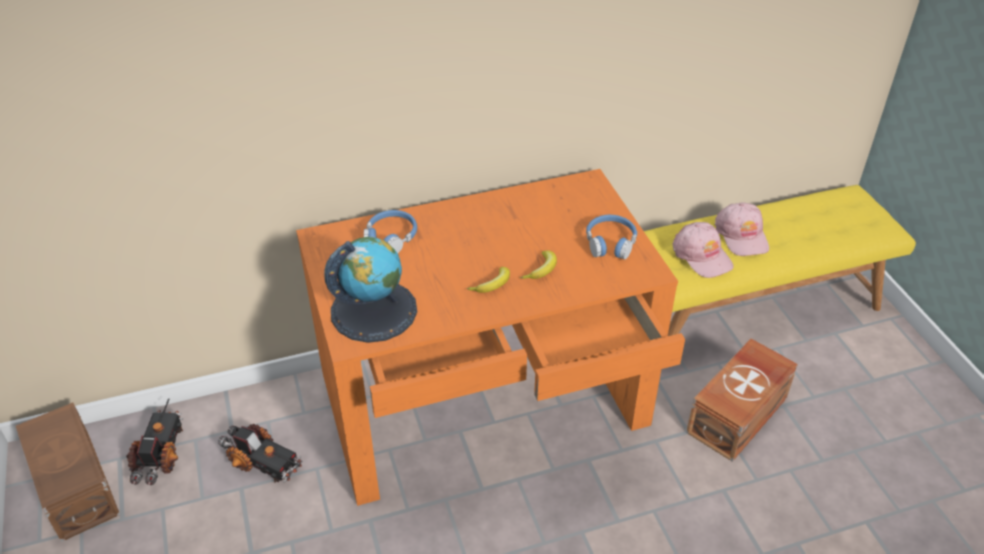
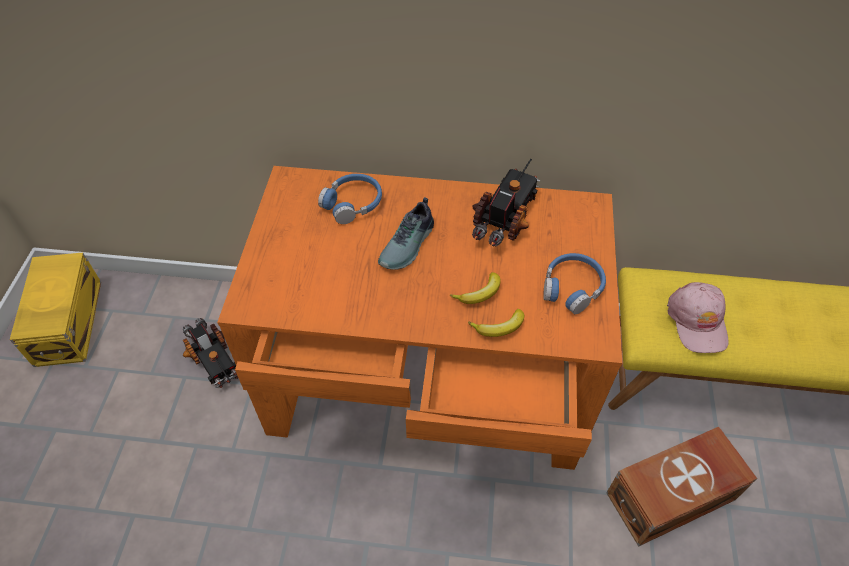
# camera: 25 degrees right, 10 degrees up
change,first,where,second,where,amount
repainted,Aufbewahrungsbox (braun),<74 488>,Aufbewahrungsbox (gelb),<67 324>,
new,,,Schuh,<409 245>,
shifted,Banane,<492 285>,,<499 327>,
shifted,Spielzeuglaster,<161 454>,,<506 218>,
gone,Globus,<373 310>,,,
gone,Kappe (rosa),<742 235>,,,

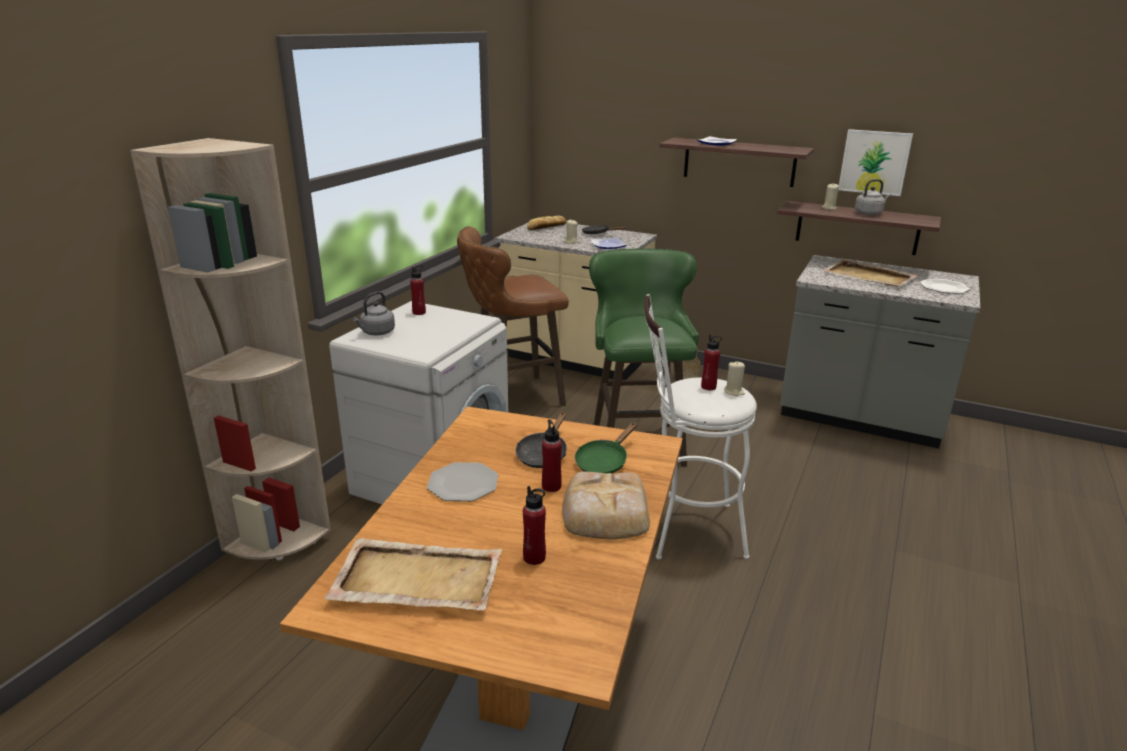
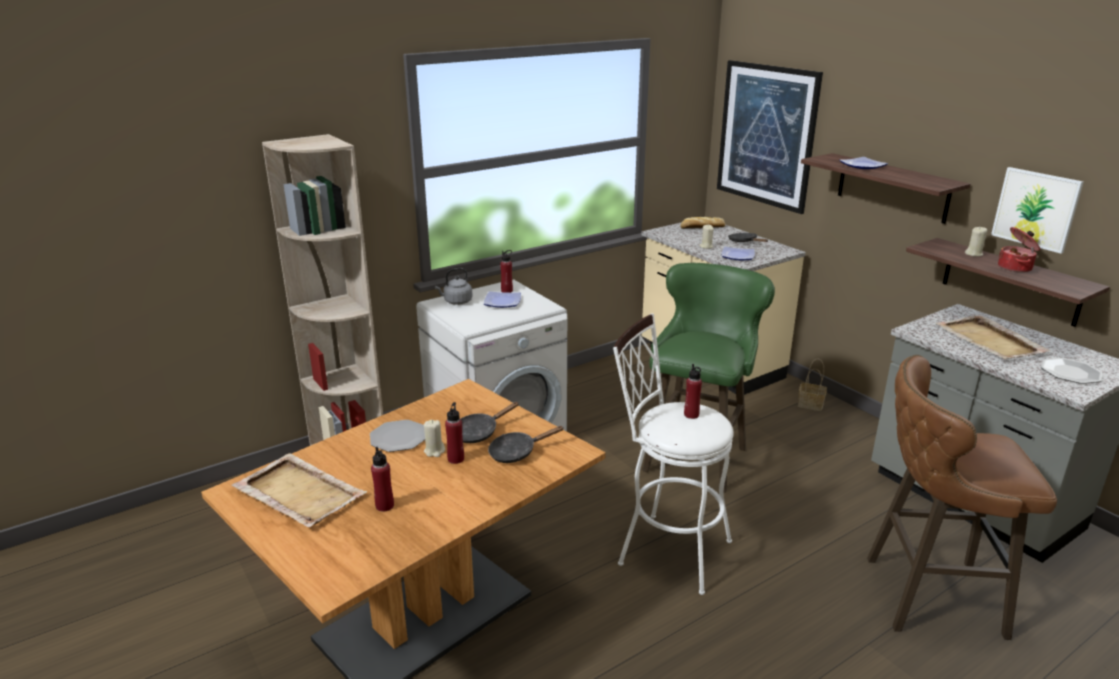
# camera: 30 degrees right, 0 degrees up
change,first,where,second,where,amount
shifted,Kerze (beige),<734 392>,,<434 451>,
new,,,Teller,<503 302>,
repainted,Pfanne (grün),<604 462>,Pfanne (schwarz),<516 452>,
new,,,Bild,<766 135>,
shifted,Hocker (braun),<513 397>,,<927 595>,
swapped,Wasserkessel (grau),<869 213>,Kochtopf,<1015 268>,
gone,Brot,<604 513>,,,

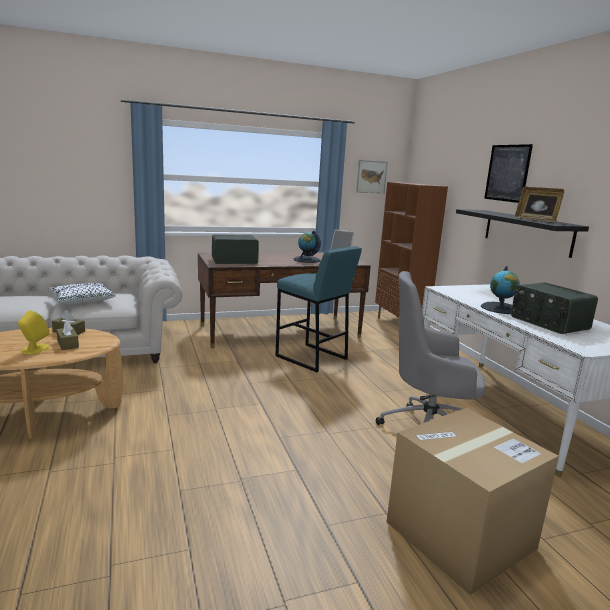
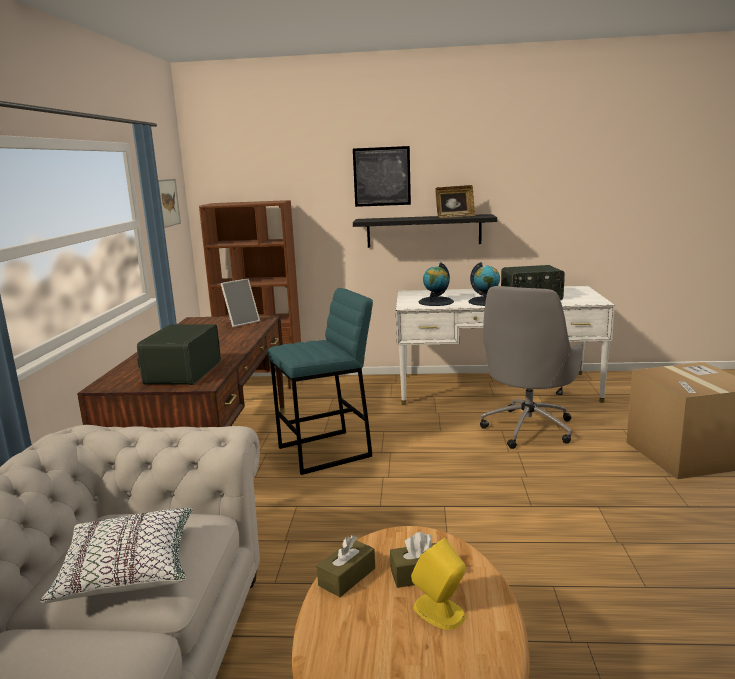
# camera: 65 degrees left, 0 degrees up
change,first,where,second,where,amount
shifted,Globus,<307 260>,,<436 302>,

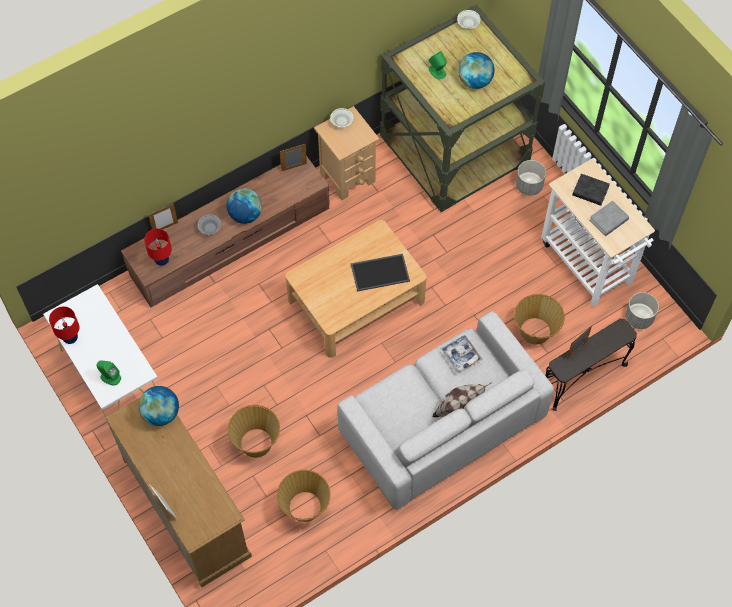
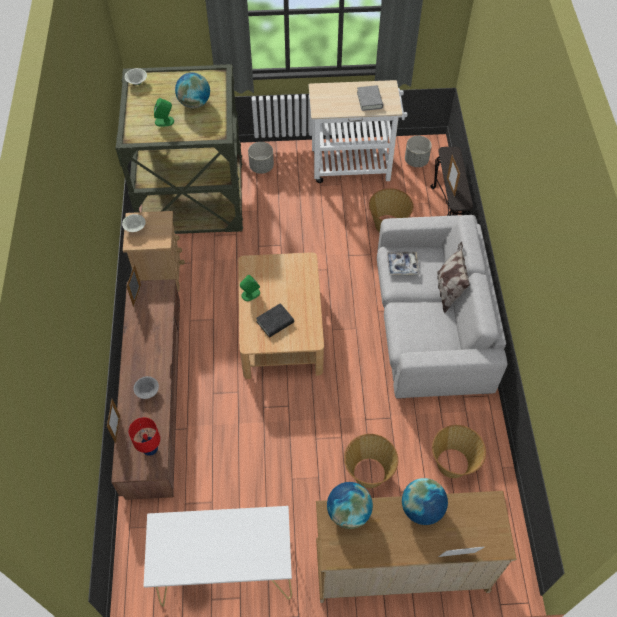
# camera: 60 degrees left, 5 degrees down
change,first,where,second,where,amount
shifted,Lautsprecher (grün),<110 377>,,<250 294>,
shifted,Buch (schwarz),<590 191>,,<275 322>,
shifted,Globus,<245 215>,,<421 509>,
gone,Tischlampe (rot),<71 339>,,,
gone,Tablett,<380 272>,,,

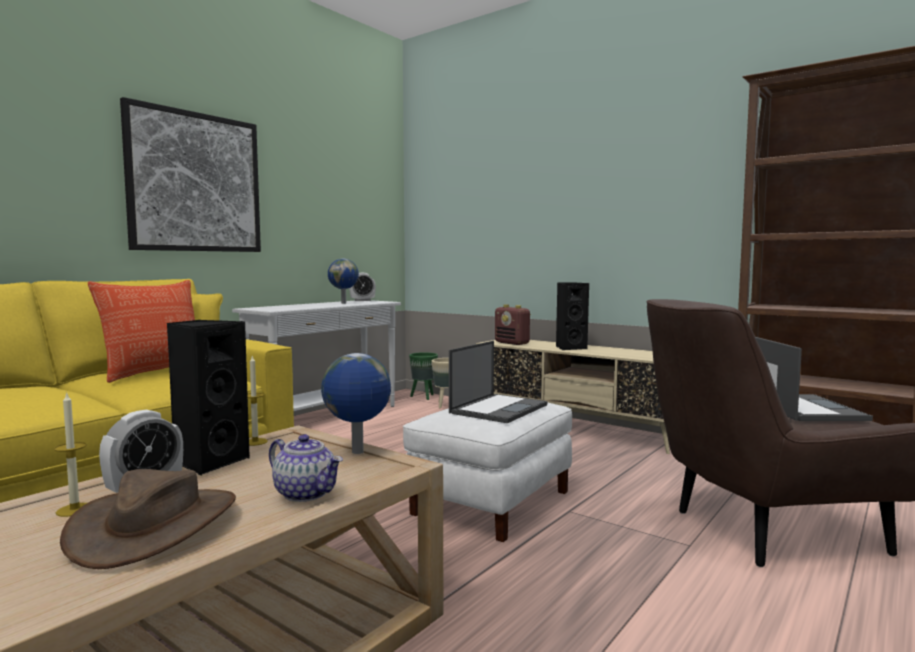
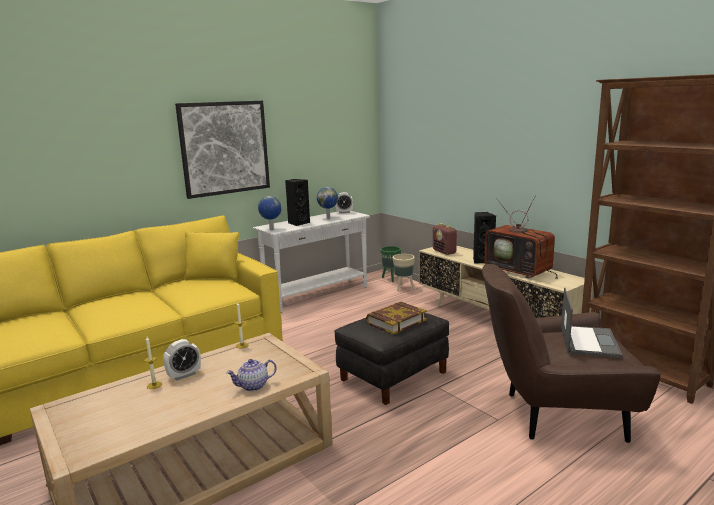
# camera: 15 degrees right, 10 degrees up
change,first,where,second,where,amount
rotated,Teekanne,<306 493>,,<253 386>,105 degrees clockwise
shifted,Globus,<357 452>,,<271 229>,
shifted,Lautsprecher (schwarz),<209 462>,,<298 223>,
repainted,Polsterhocker (weiß),<491 502>,Polsterhocker (schwarz),<393 375>,
swapped,Laptop,<499 408>,Buch,<396 321>,
new,,,Fernseher,<520 271>,
gone,Hut (braun),<154 525>,,,
gone,Kissen (orange),<155 373>,,,

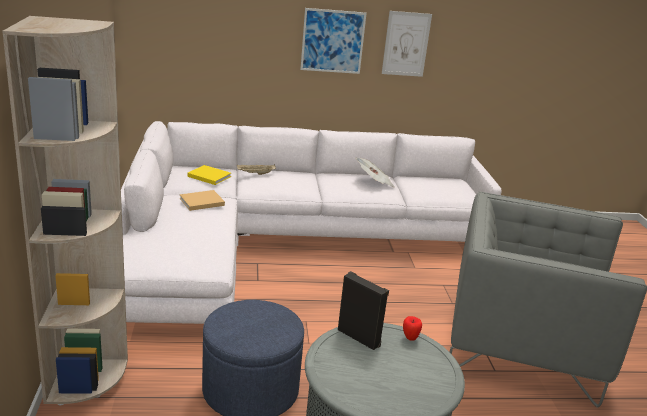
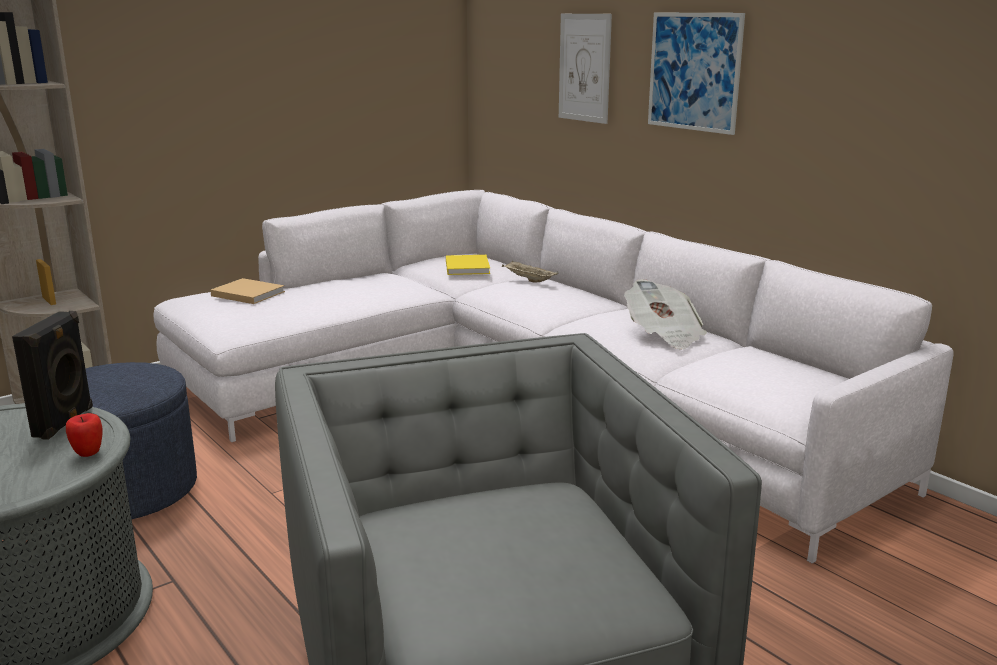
# camera: 60 degrees right, 5 degrees down
change,first,where,second,where,amount
shifted,Buch (beige),<200 202>,,<246 293>,
shifted,Bild,<406 44>,,<584 68>,

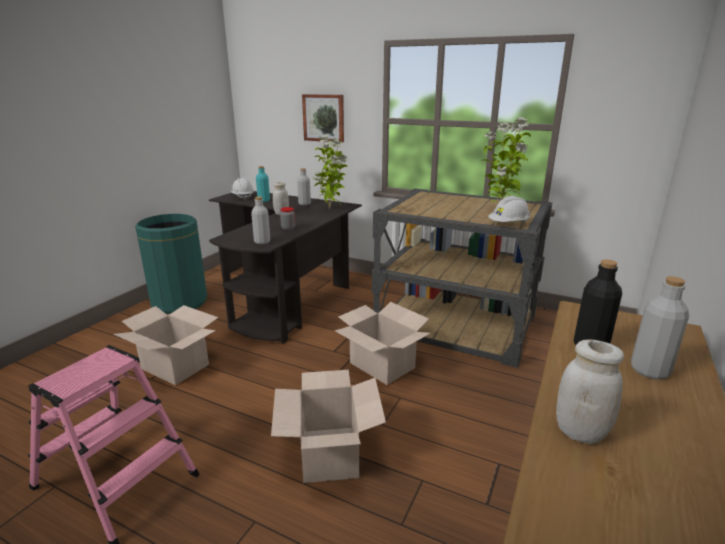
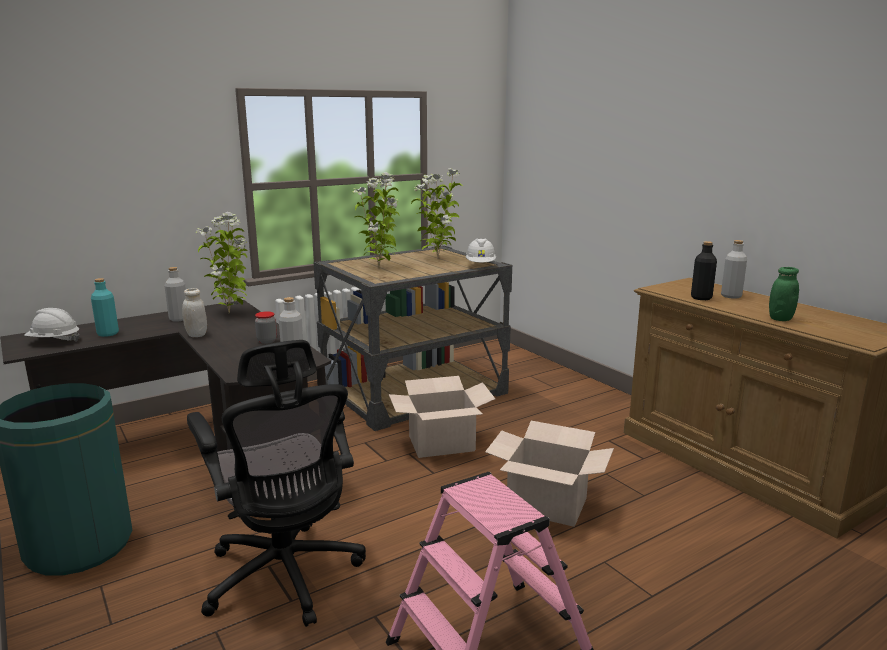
# camera: 60 degrees left, 5 degrees down
change,first,where,second,where,amount
swapped,Karton,<174 367>,Bürostuhl,<284 575>,
new,,,Topfpflanze,<380 267>,
repainted,Vorratsglas (weiß),<580 432>,Vorratsglas (grün),<780 319>,
gone,Bild,<324 118>,,,

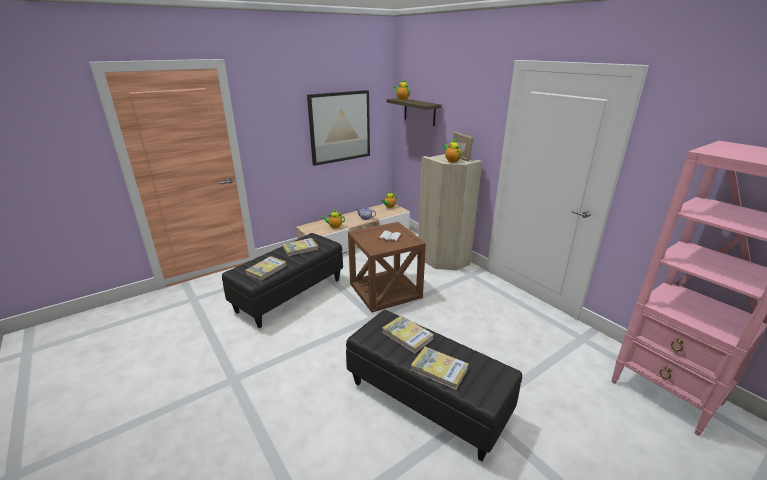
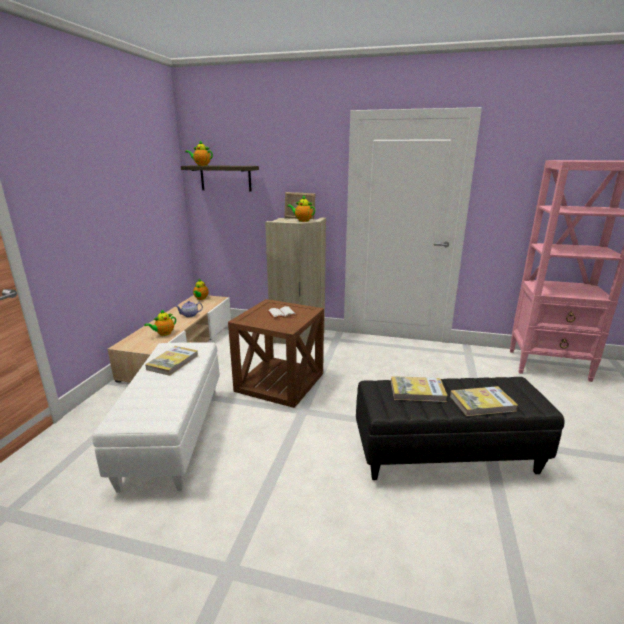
# camera: 40 degrees left, 5 degrees down
change,first,where,second,where,amount
repainted,Polsterhocker (schwarz),<289 295>,Polsterhocker (weiß),<173 435>,
gone,Buch,<266 269>,,,
gone,Bild,<340 127>,,,

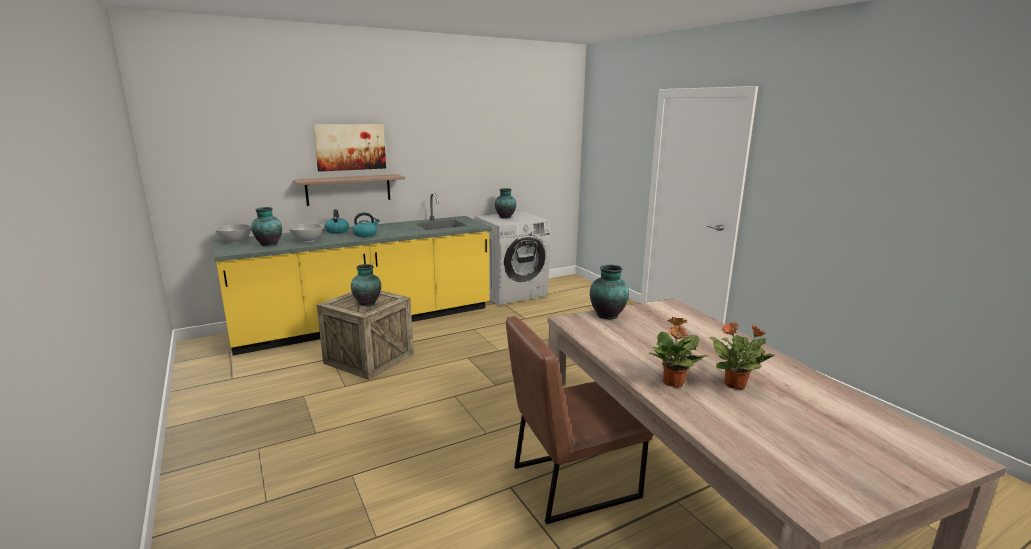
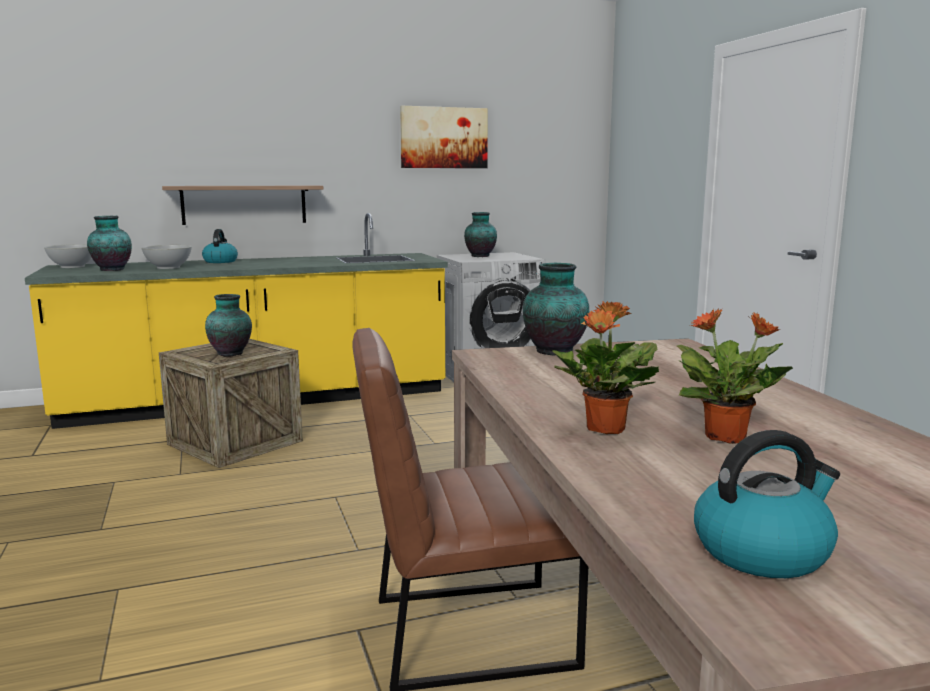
# camera: 10 degrees right, 5 degrees down
change,first,where,second,where,amount
shifted,Bild,<350 147>,,<444 138>,
shifted,Wasserkessel,<365 234>,,<762 551>,

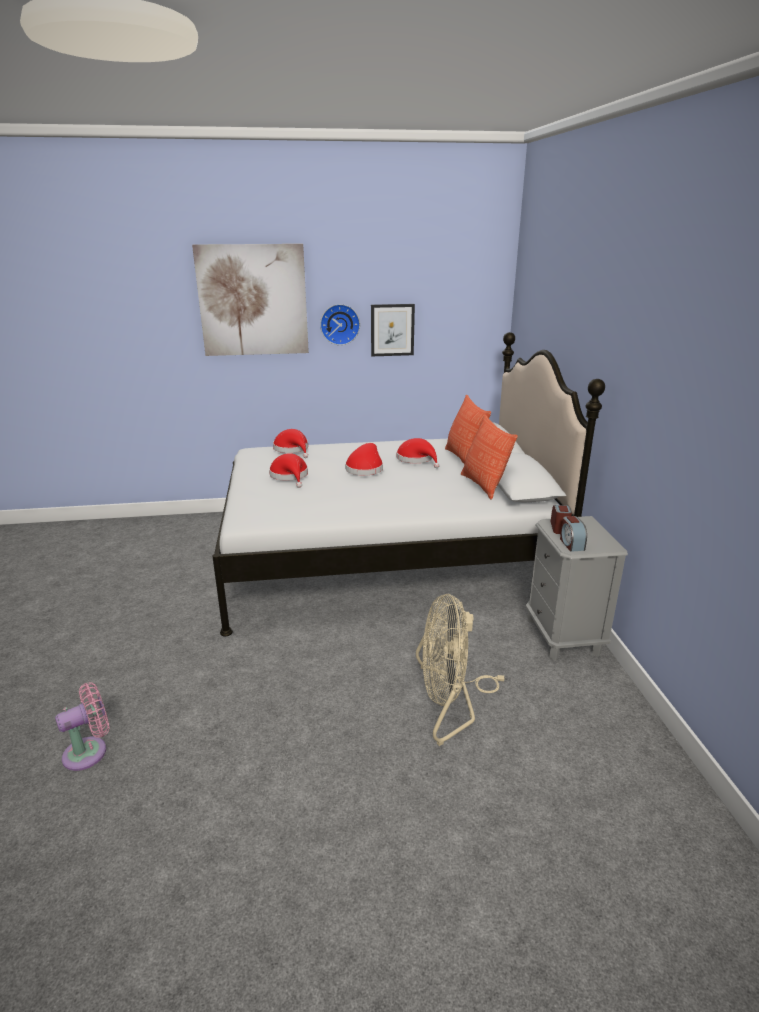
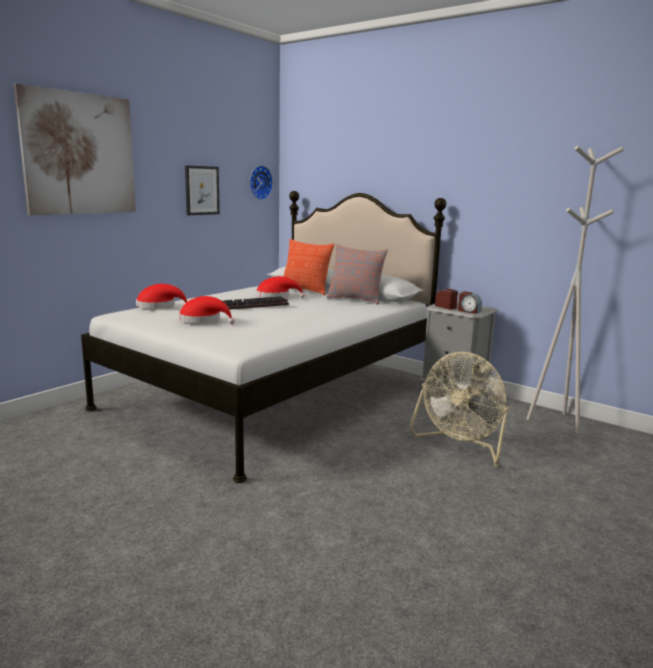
# camera: 45 degrees left, 10 degrees down
change,first,where,second,where,amount
swapped,Hut (rot),<365 468>,Tastatur,<254 305>,
shifted,Wanduhr,<339 324>,,<259 182>,
repainted,Kissen (orange),<484 485>,Kissen (grau),<355 300>,
new,,,Kleiderständer (grau),<556 422>,
gone,Ventilator (rosa),<90 751>,,,

